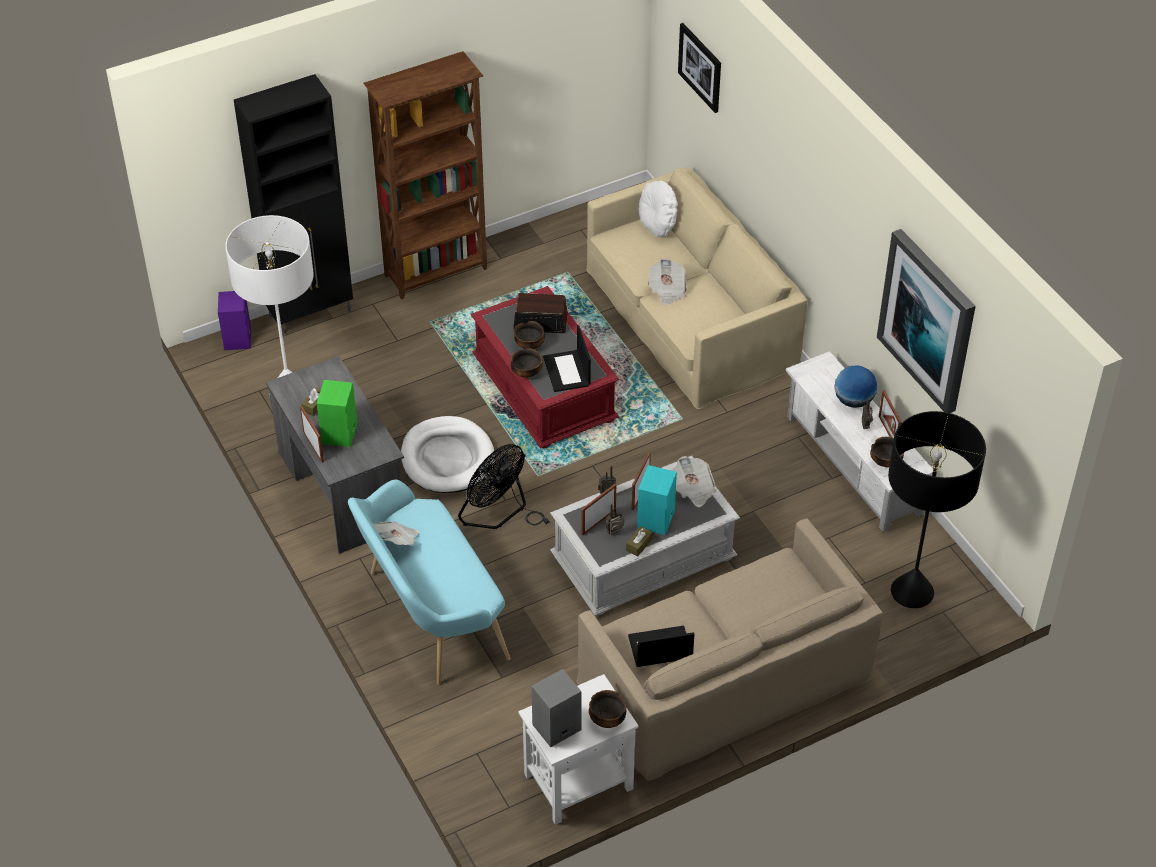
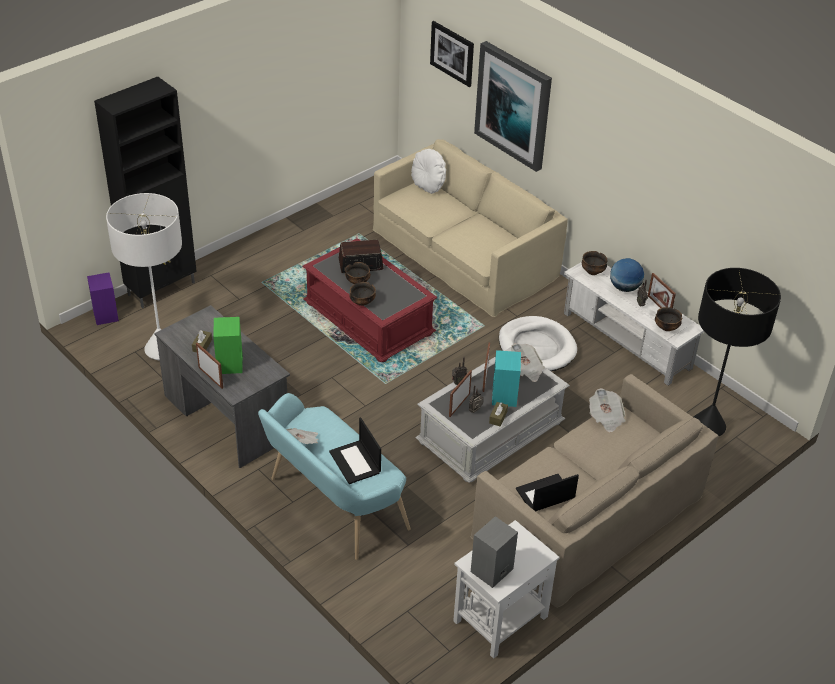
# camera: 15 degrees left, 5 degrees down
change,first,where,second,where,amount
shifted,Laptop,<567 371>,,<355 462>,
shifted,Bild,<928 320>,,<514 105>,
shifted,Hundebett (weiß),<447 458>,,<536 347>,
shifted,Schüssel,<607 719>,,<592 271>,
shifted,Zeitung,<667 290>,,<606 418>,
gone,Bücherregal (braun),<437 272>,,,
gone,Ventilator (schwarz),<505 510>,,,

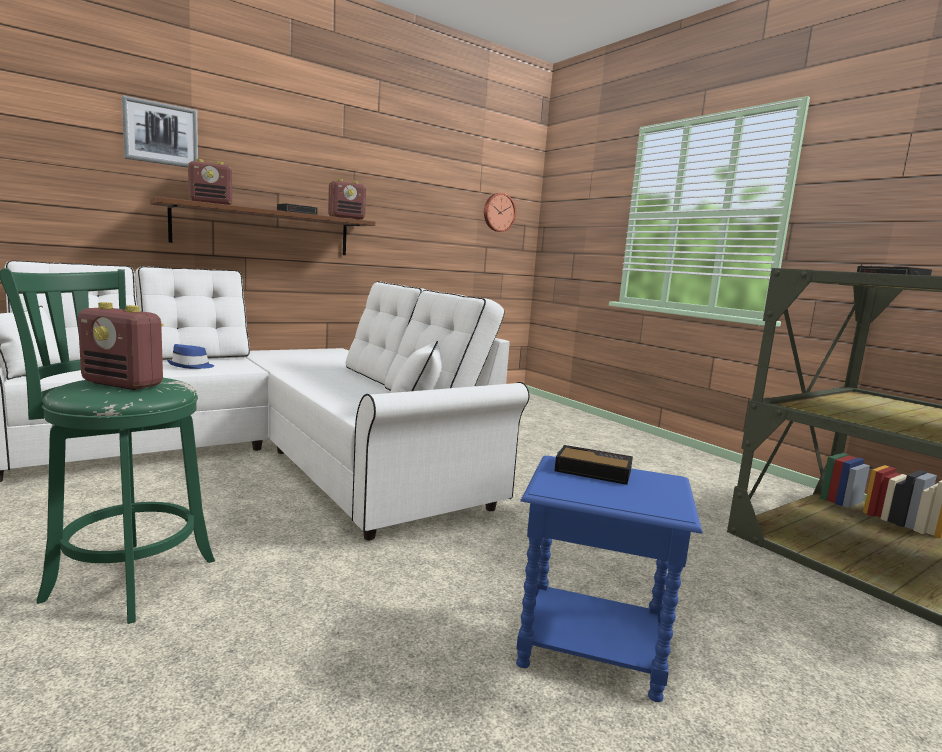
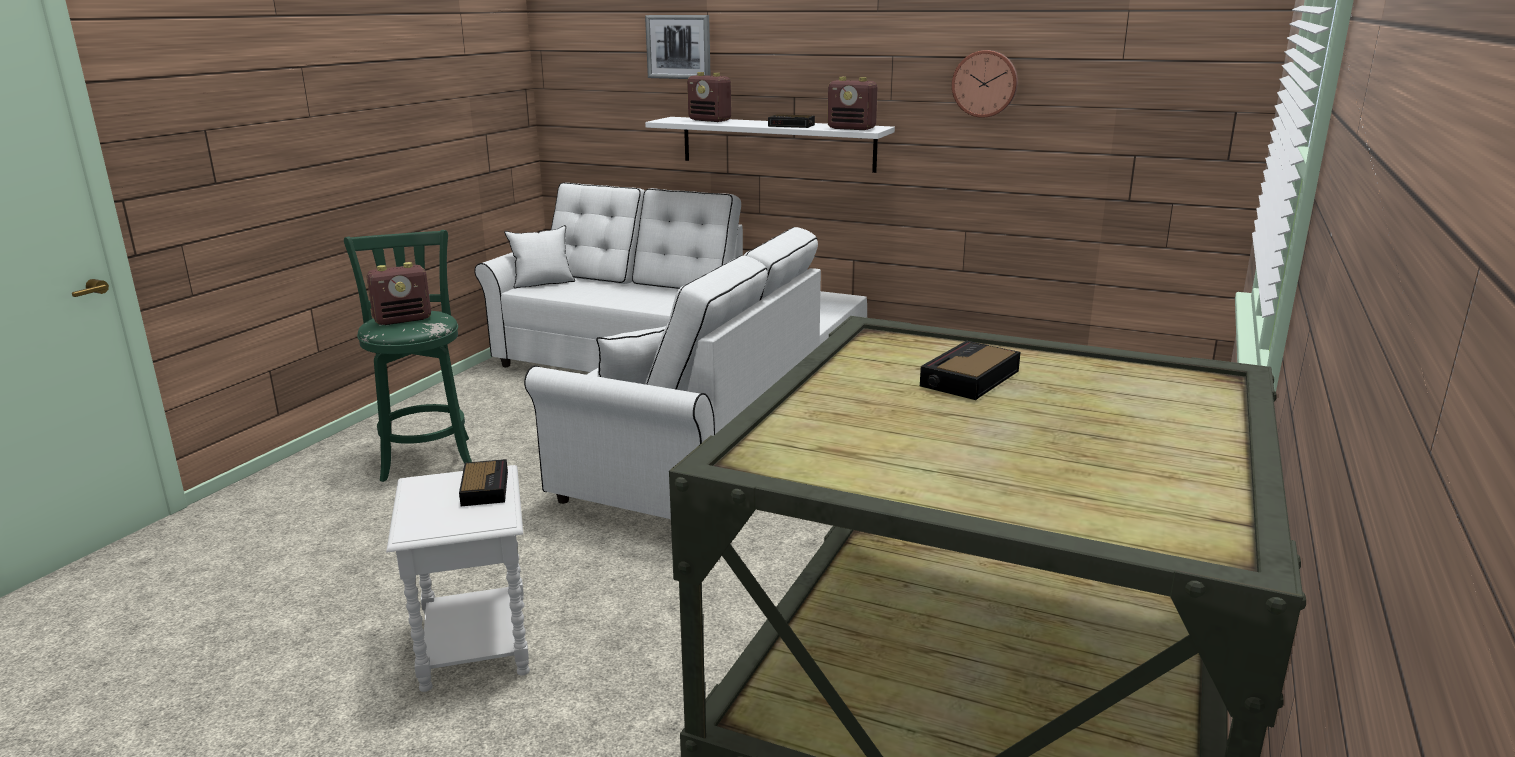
# camera: 60 degrees right, 10 degrees up
change,first,where,second,where,amount
rotated,Radio,<124 384>,,<403 320>,105 degrees counterclockwise
repainted,Beistelltisch (blau),<590 649>,Beistelltisch (weiß),<472 644>,
repainted,Wandregal (braun),<264 230>,Wandregal (weiß),<777 143>,
shifted,Wanduhr,<498 212>,,<985 83>,
gone,Hut (blau),<191 366>,,,

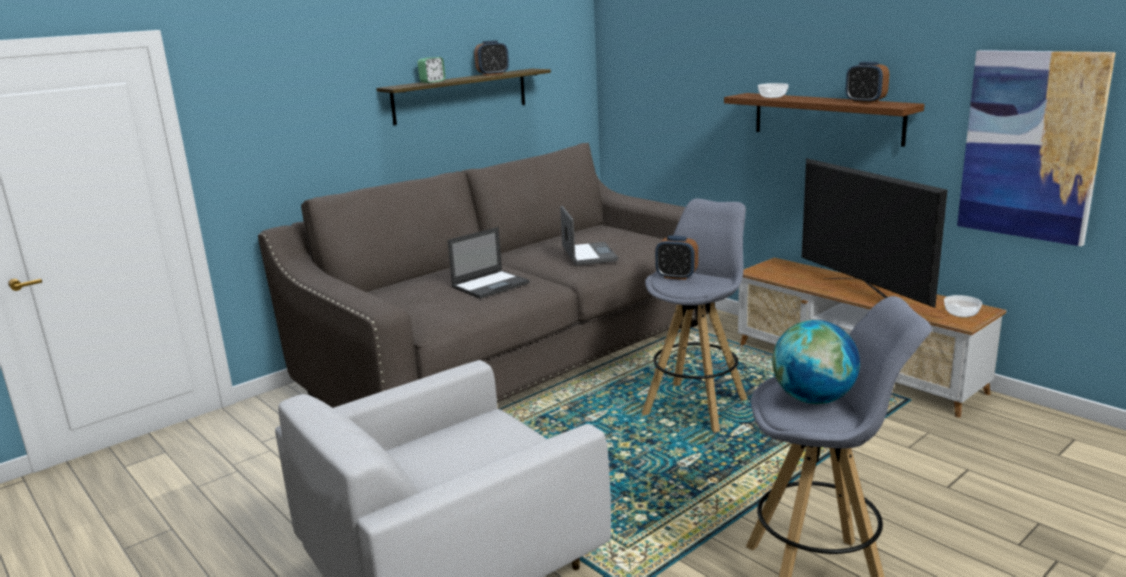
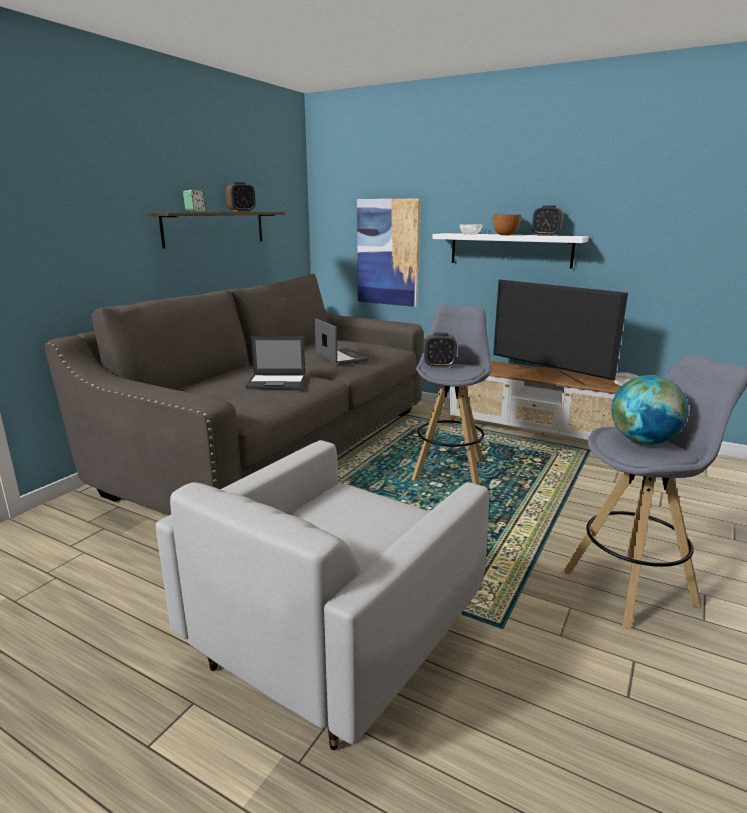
# camera: 20 degrees left, 0 degrees up
change,first,where,second,where,amount
rotated,Laptop,<491 284>,,<277 382>,60 degrees clockwise
shifted,Bild,<1031 146>,,<388 252>,
repainted,Wandregal (braun),<826 118>,Wandregal (weiß),<510 250>,
new,,,Schüssel,<505 234>,

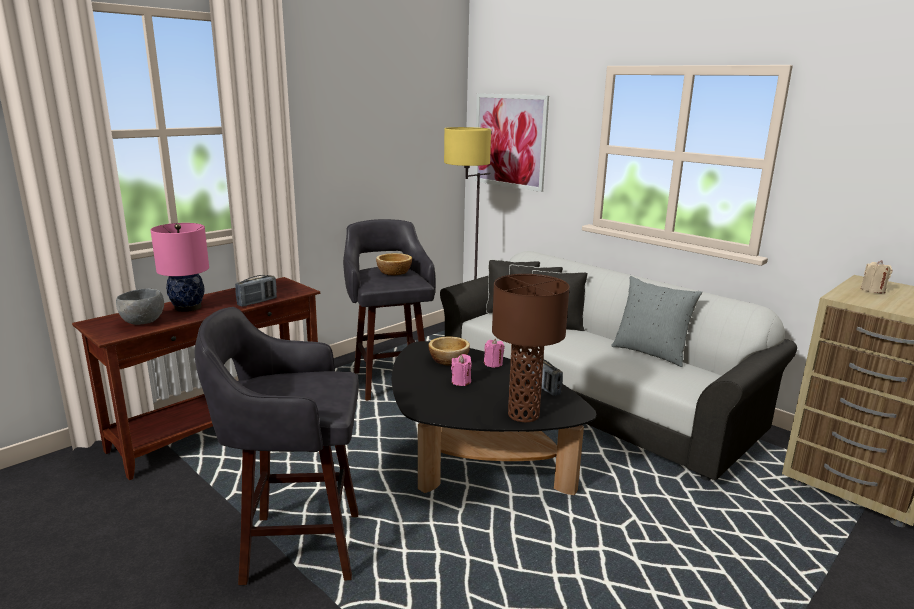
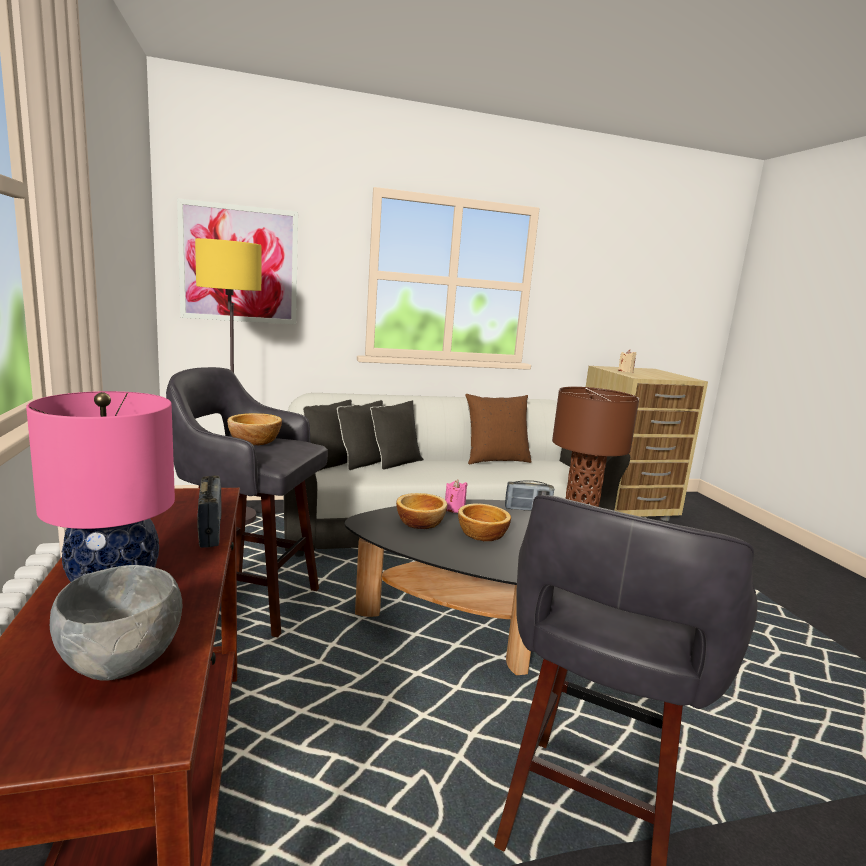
# camera: 60 degrees left, 5 degrees down
change,first,where,second,where,amount
swapped,Kerze (rosa),<461 381>,Schüssel,<481 534>,
repainted,Kissen (grau),<650 353>,Kissen (braun),<495 460>,

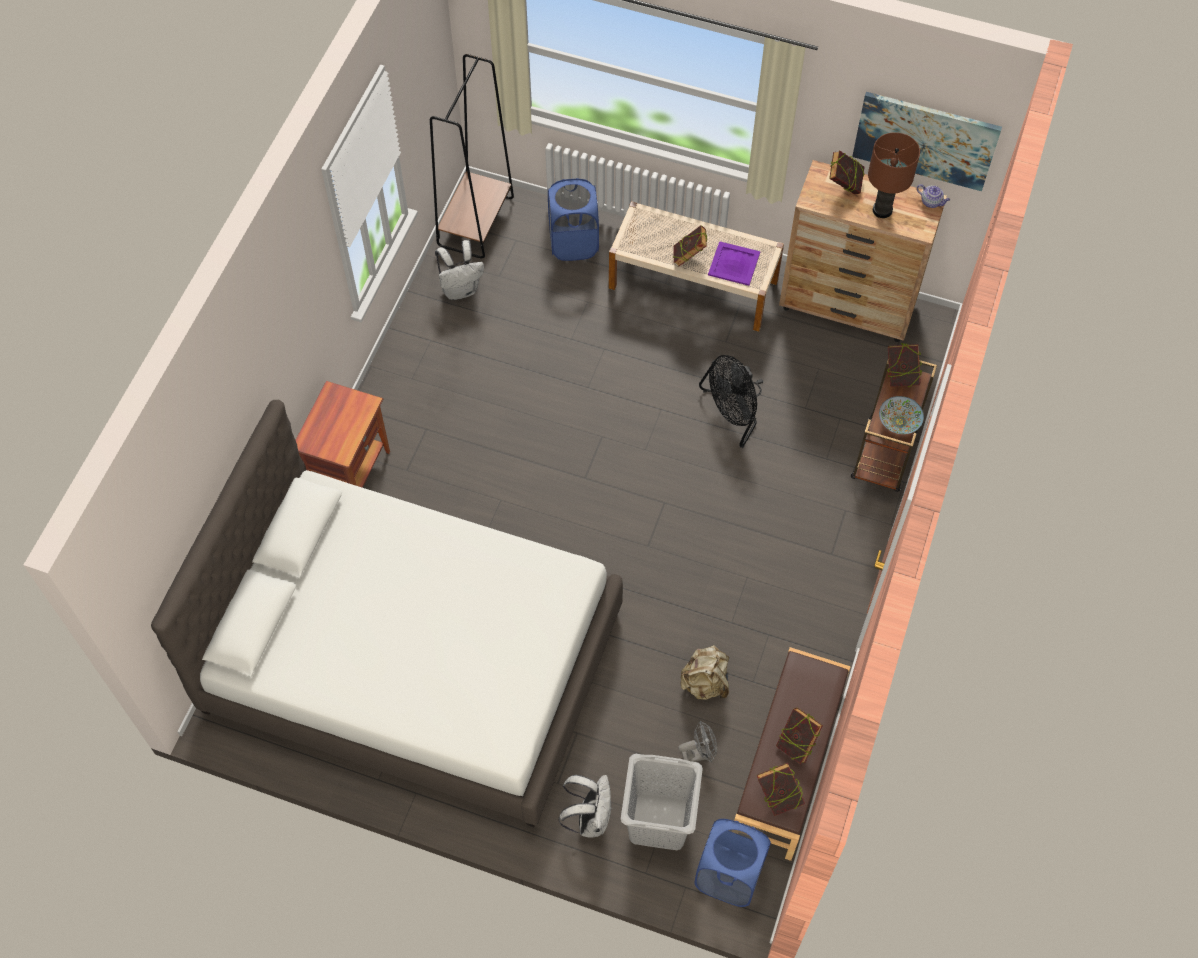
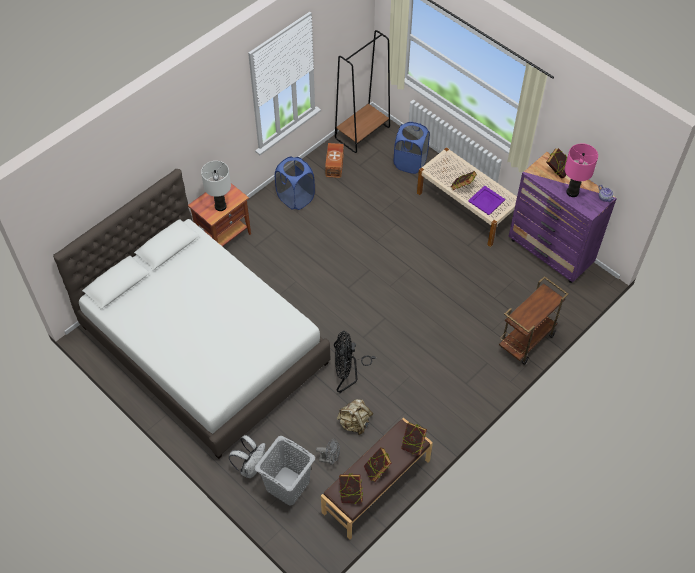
# camera: 25 degrees right, 5 degrees down
change,first,where,second,where,amount
new,,,Tischlampe (weiß),<220 206>,
shifted,Wäschekorb (blau),<728 876>,,<295 198>,
swapped,Rucksack (weiß),<461 289>,Aufbewahrungsbox (braun),<335 165>,
shifted,Ventilator (schwarz),<734 410>,,<348 368>,
shifted,Buch,<901 376>,,<413 445>,
repainted,Kommode (braun),<848 306>,Kommode (lila),<550 252>,
repainted,Tischlampe (braun),<882 210>,Tischlampe (rosa),<572 192>,
gone,Bild,<925 140>,,,
gone,Schüssel,<899 422>,,,

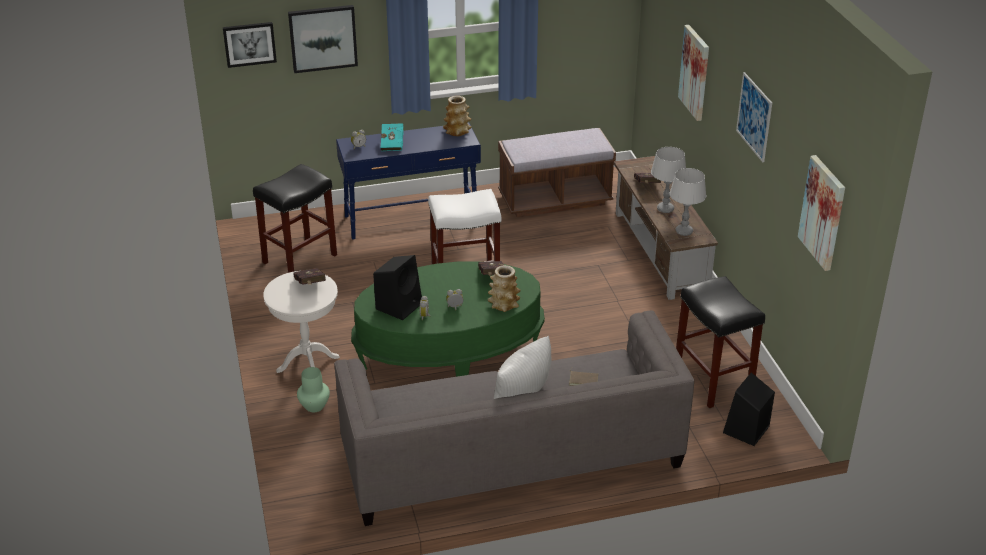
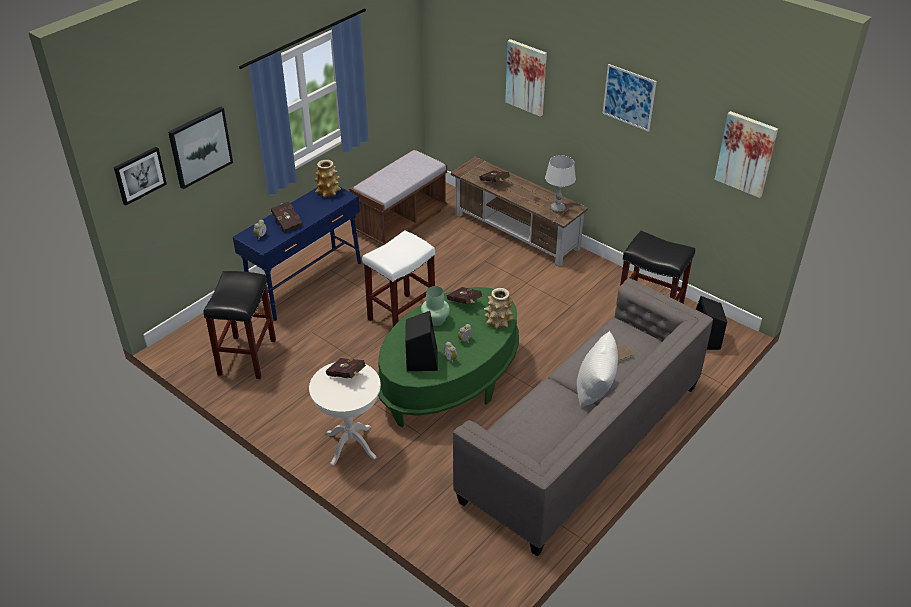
# camera: 35 degrees left, 5 degrees up
change,first,where,second,where,amount
repainted,Buch (türkis),<393 144>,Buch (rot),<287 222>,
shifted,Vase (grün),<315 406>,,<435 320>,
gone,Tischlampe (grau),<665 209>,,,

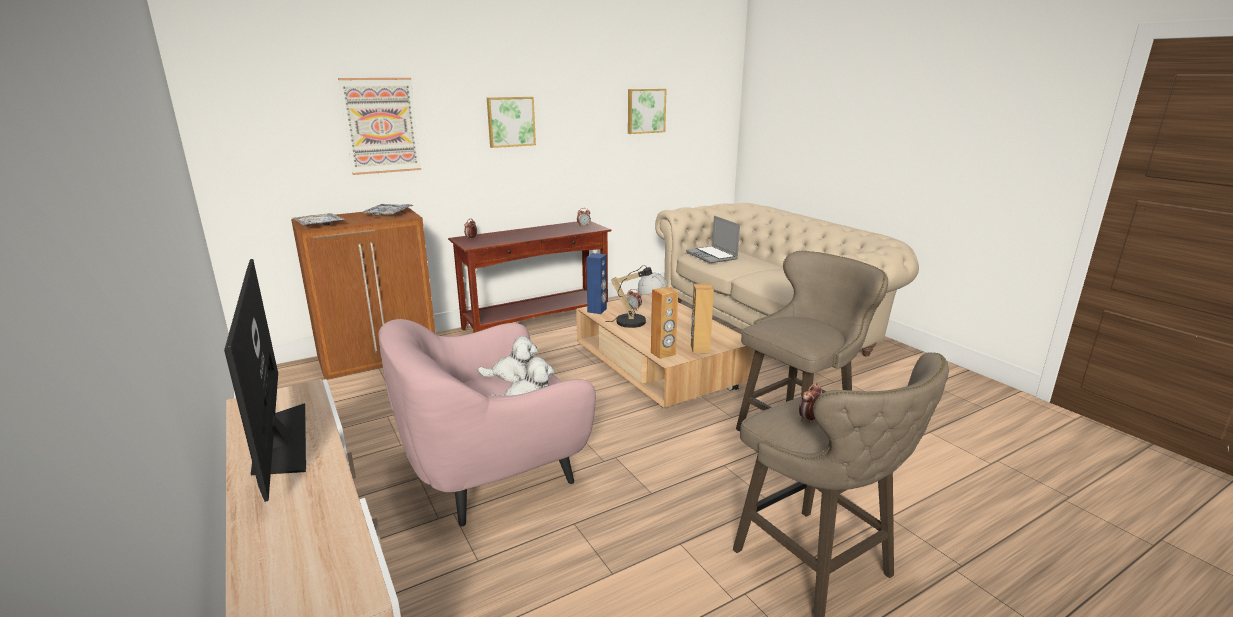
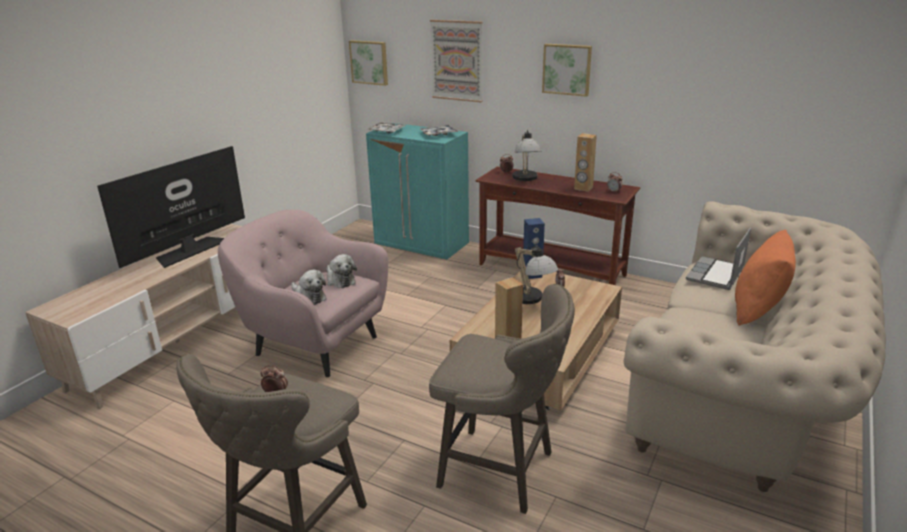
# camera: 60 degrees right, 5 degrees up
change,first,where,second,where,amount
shifted,Bild,<645 111>,,<369 62>,
repainted,Schrank (braun),<378 356>,Schrank (türkis),<422 243>,
new,,,Tischlampe,<525 179>,
shifted,Lautsprecher (braun),<663 354>,,<583 188>,
new,,,Kissen (orange),<757 310>,

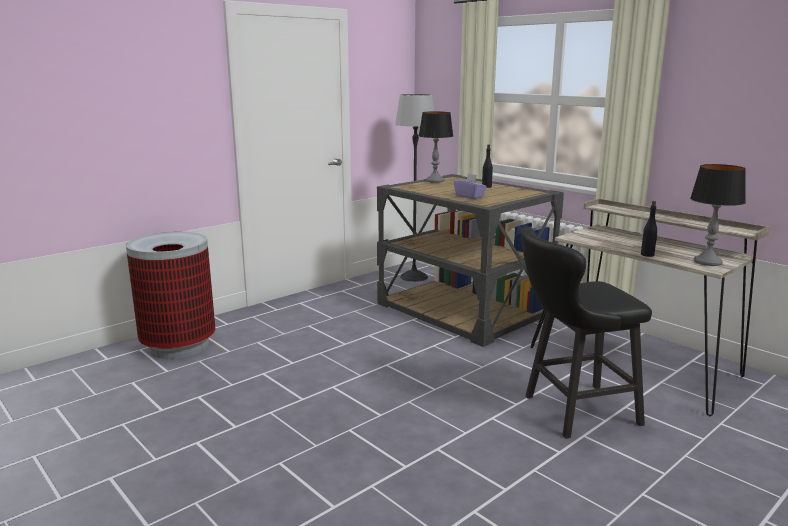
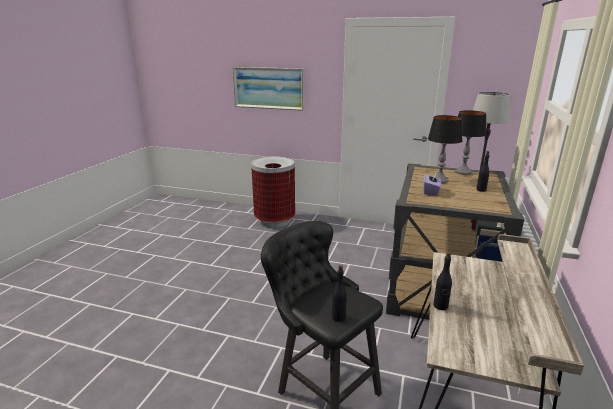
# camera: 60 degrees right, 5 degrees up
change,first,where,second,where,amount
new,,,Bild,<268 88>,
new,,,Flasche (schwarz),<339 317>,
shifted,Tischlampe,<707 262>,,<439 180>,

